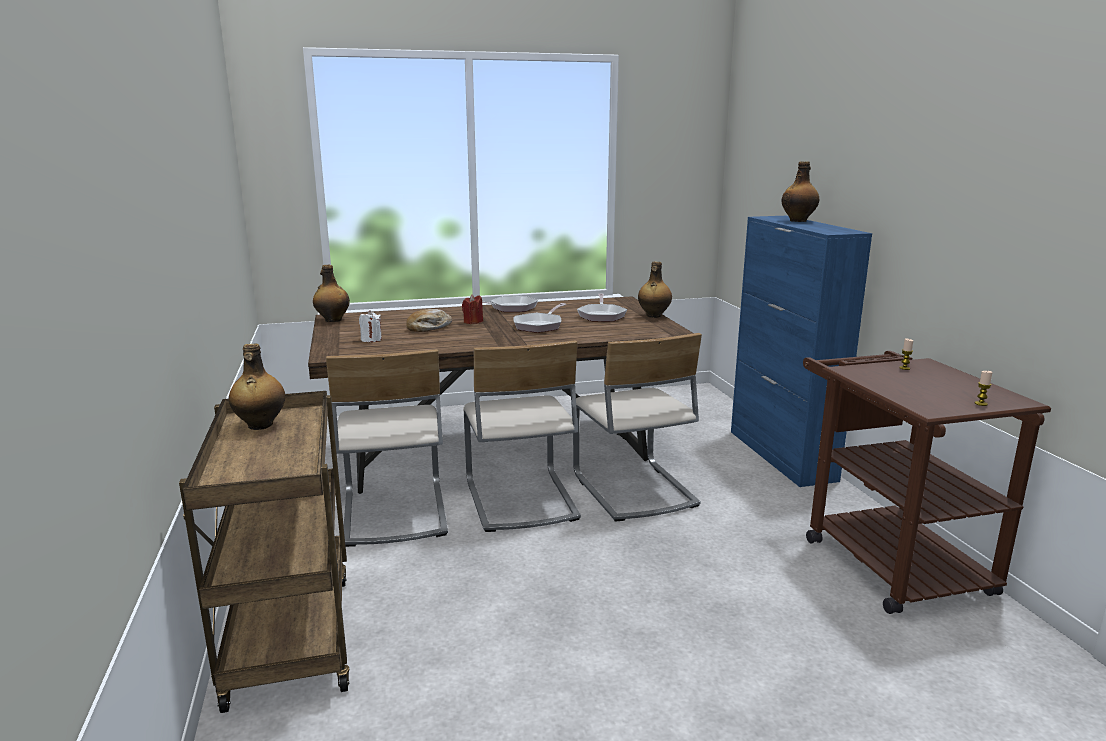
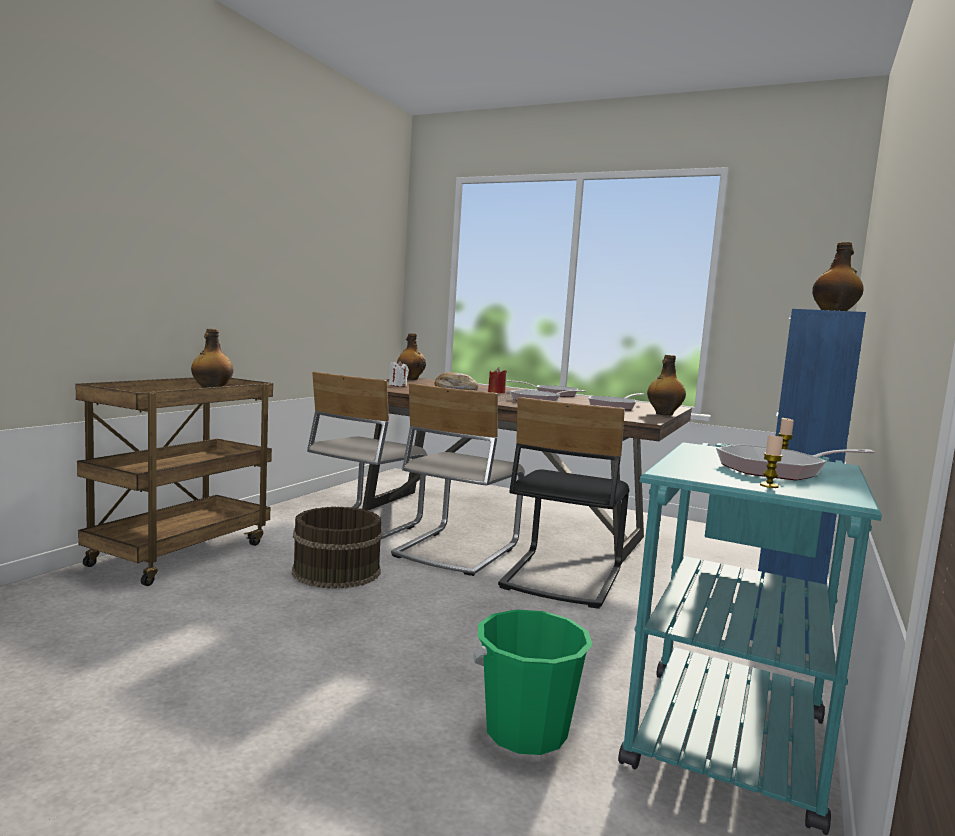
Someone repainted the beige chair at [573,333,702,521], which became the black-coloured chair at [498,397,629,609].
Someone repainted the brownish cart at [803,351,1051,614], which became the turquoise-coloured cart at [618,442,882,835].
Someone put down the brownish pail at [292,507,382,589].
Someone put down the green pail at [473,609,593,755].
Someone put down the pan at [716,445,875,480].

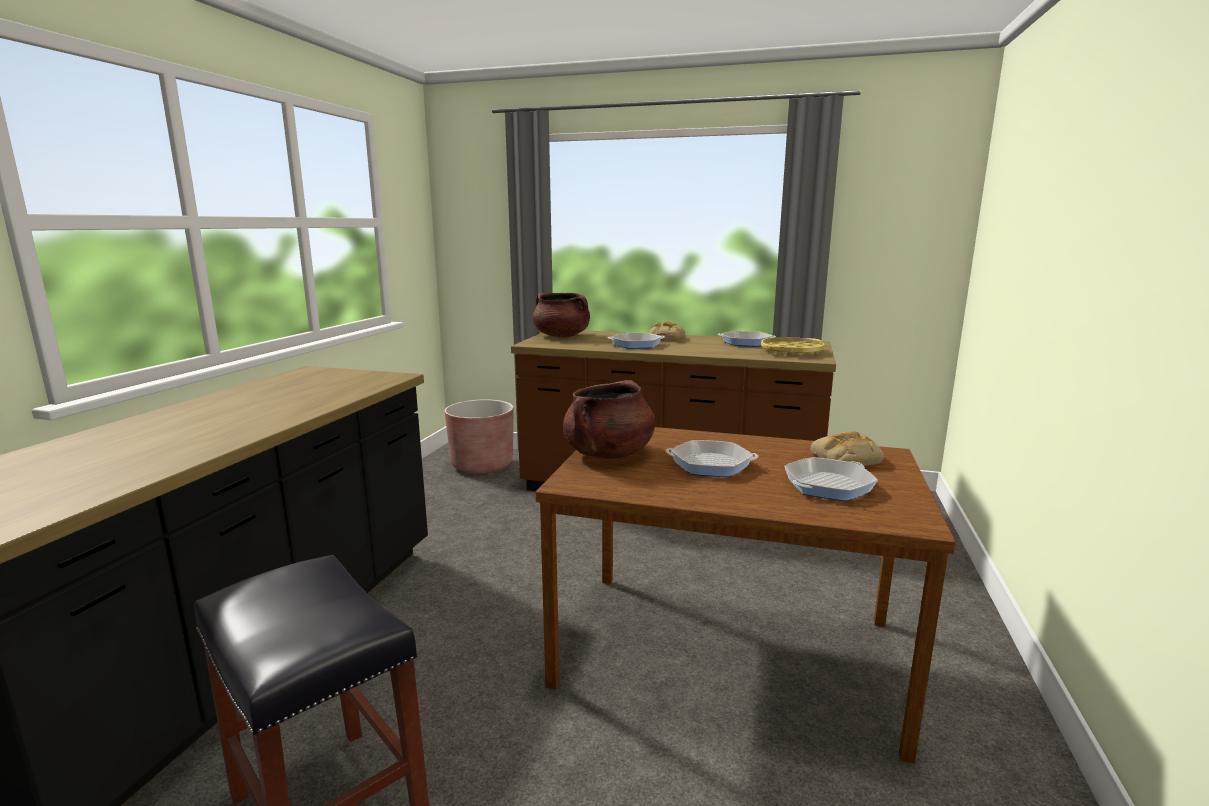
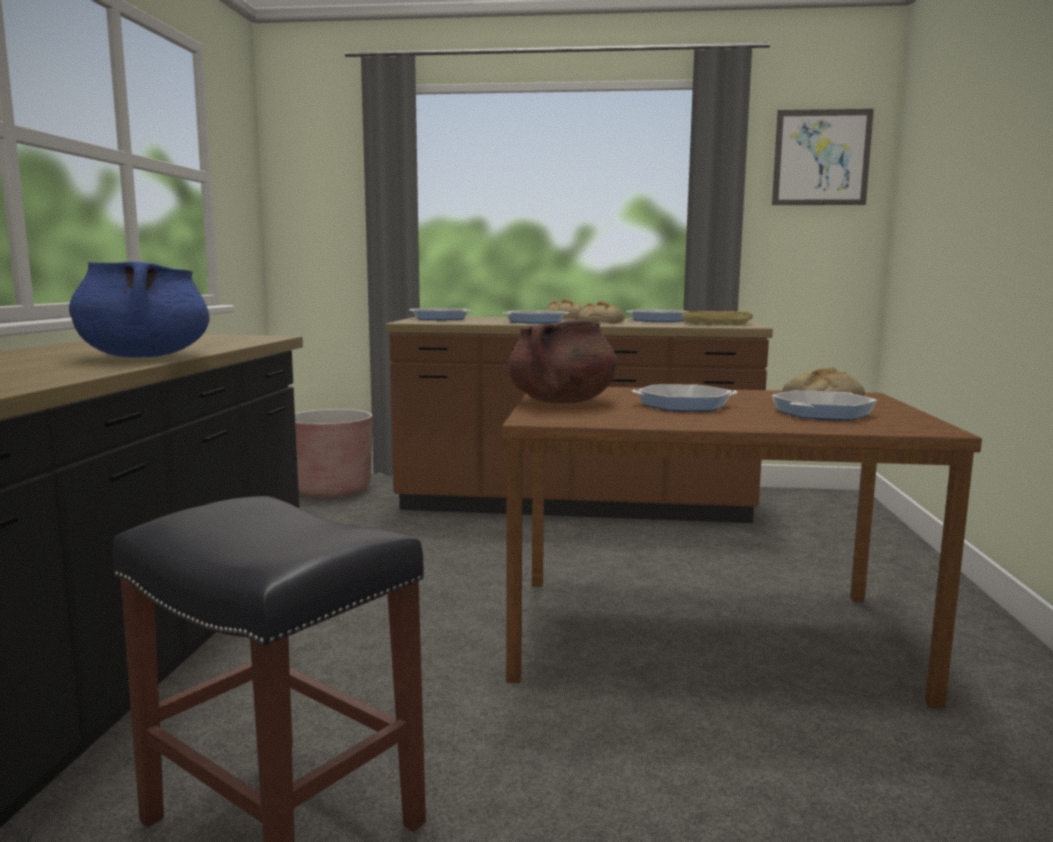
Someone swapped the brownish saucepot at [532,293,590,337] for the pan at [409,308,471,320].
Someone put down the blue-coloured saucepot at [69,262,209,357].
Someone put down the bakery bread at [579,301,625,324].
Someone put up the picture at [772,109,874,205].

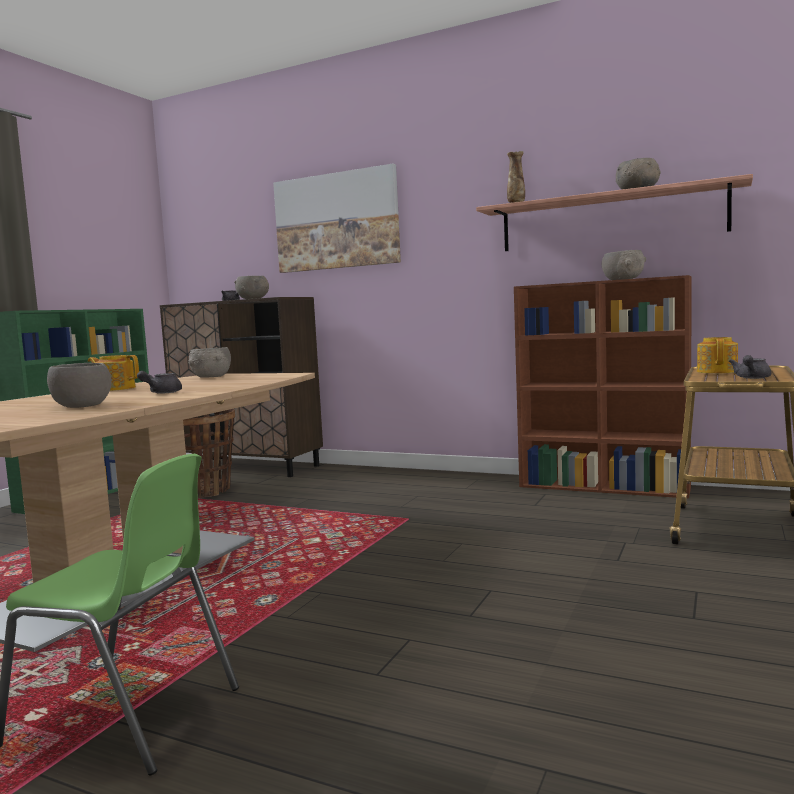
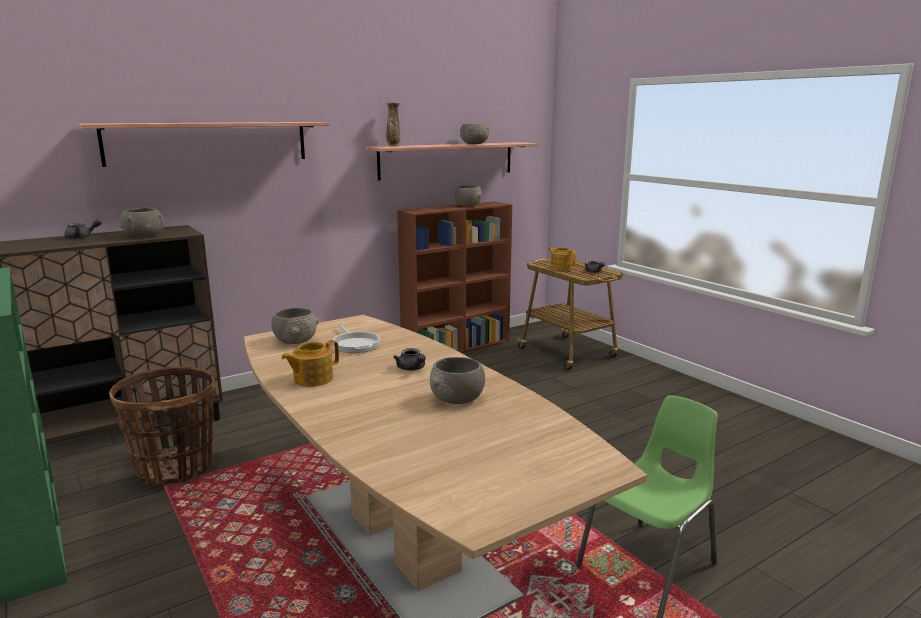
Someone swapped the picture at [273,164,401,273] for the wall shelf at [77,122,330,167].
Someone put down the pan at [332,324,380,353].

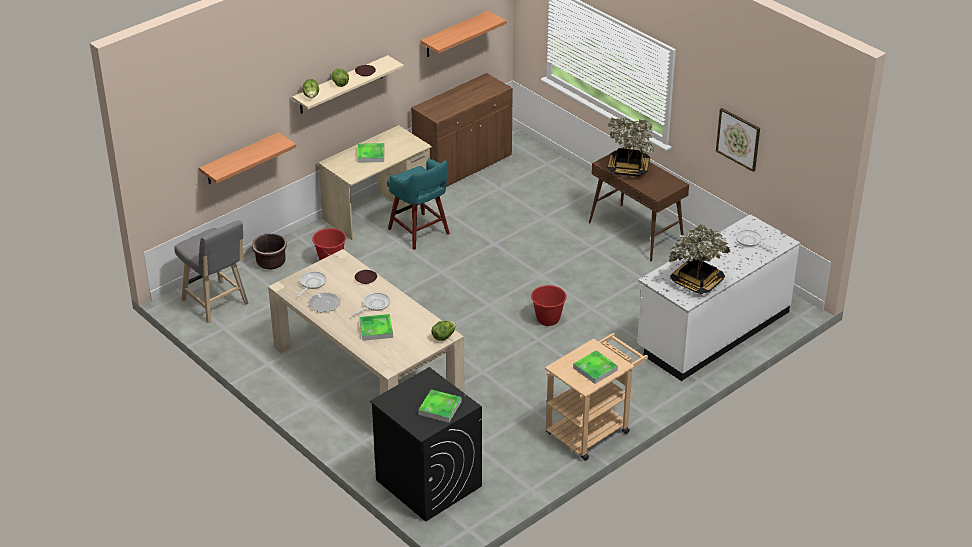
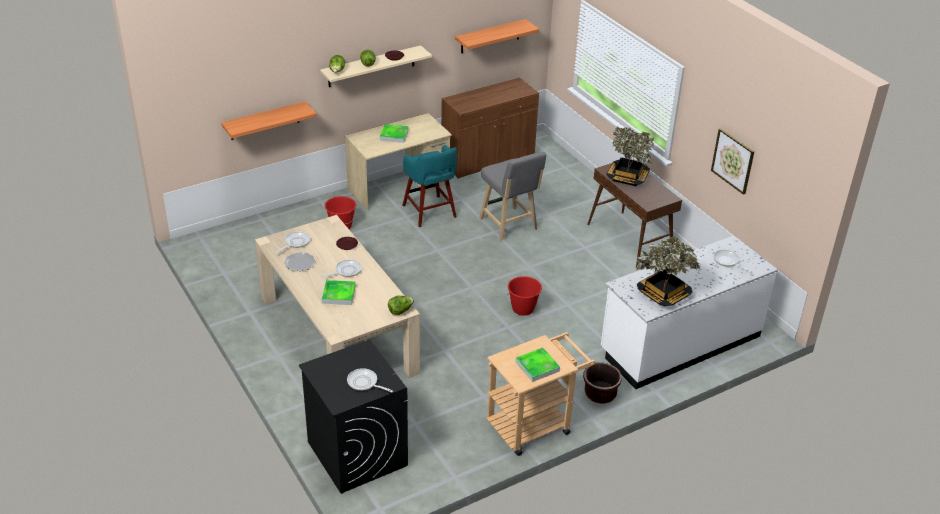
Someone carried the greyish stool seat from [174,220,249,323] to [479,152,546,241].
Someone carried the brownish plant pot from [252,234,287,269] to [583,362,622,404].
Someone swapped the serving tray at [418,389,462,423] for the pan at [347,368,393,392].

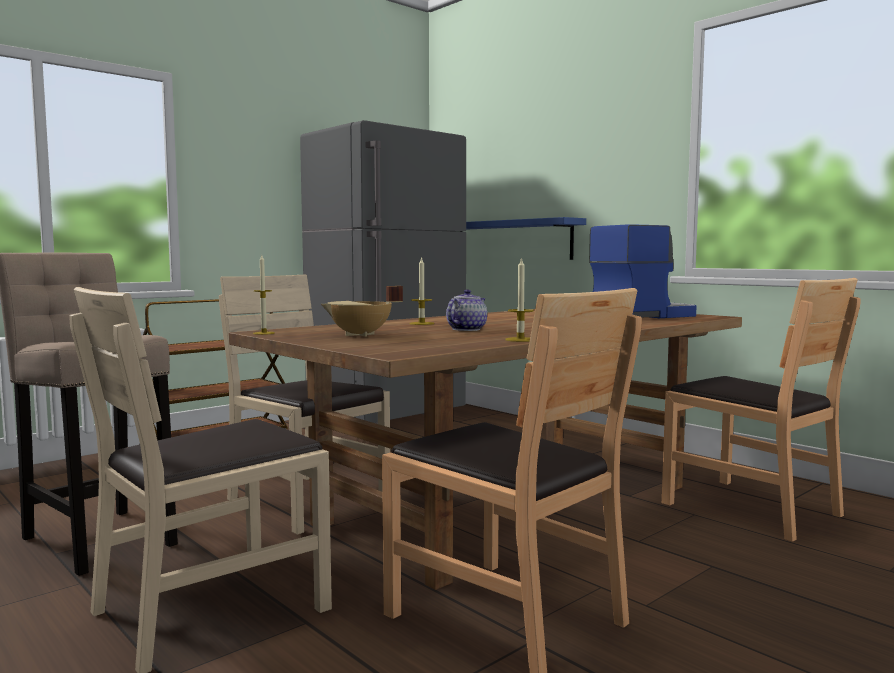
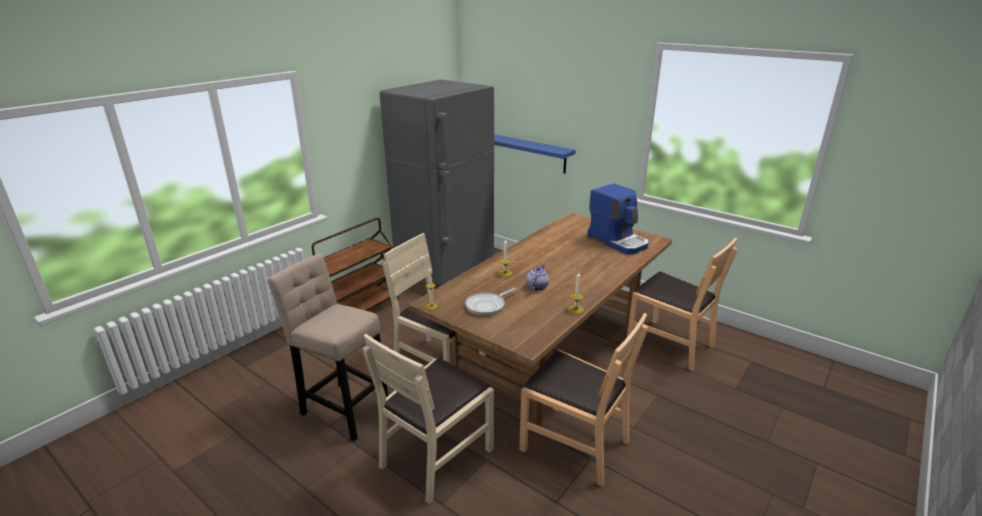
Someone swapped the beige saucepot at [321,286,403,337] for the pan at [465,288,517,316].
Someone rotated the coffee maker at [589,224,696,318] by 90 degrees clockwise.

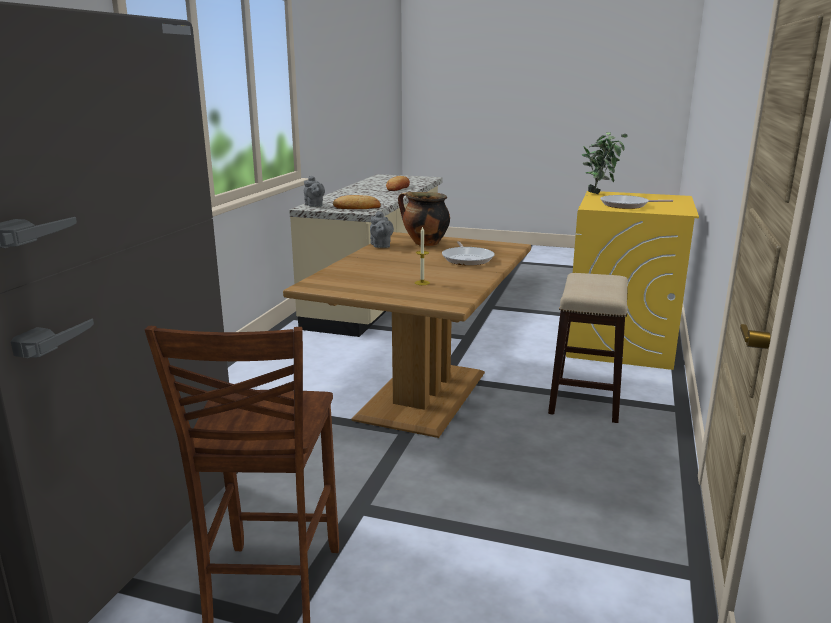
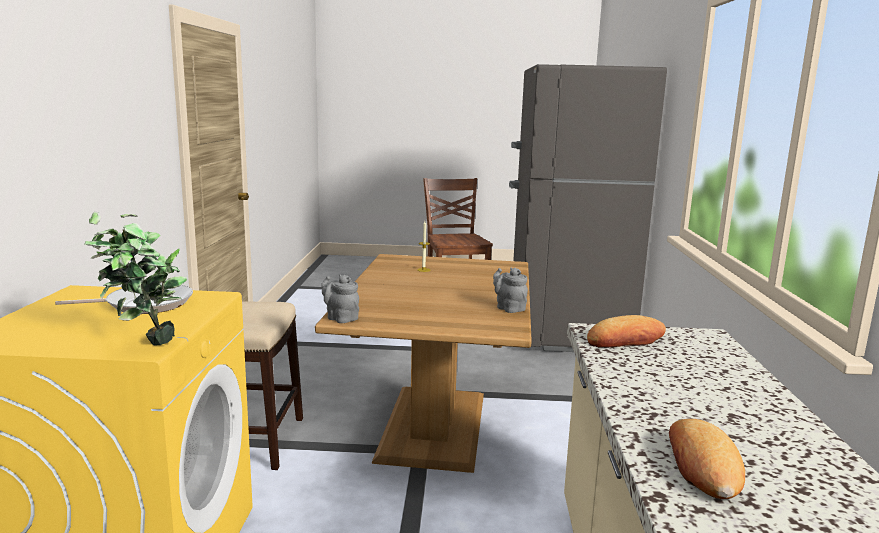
Someone carried the greyish pot for tea from [304,176,325,207] to [321,275,359,323].
Someone took away the saucepot at [398,192,450,246].
Someone took away the pan at [442,241,495,266].

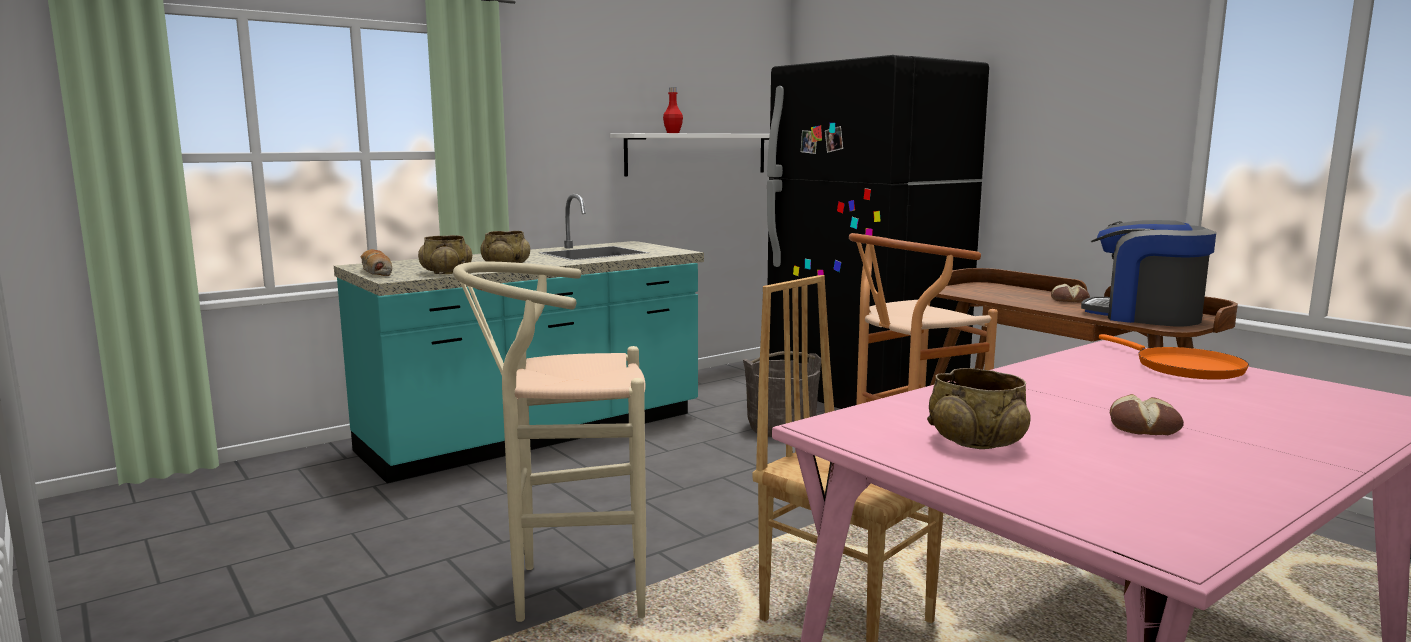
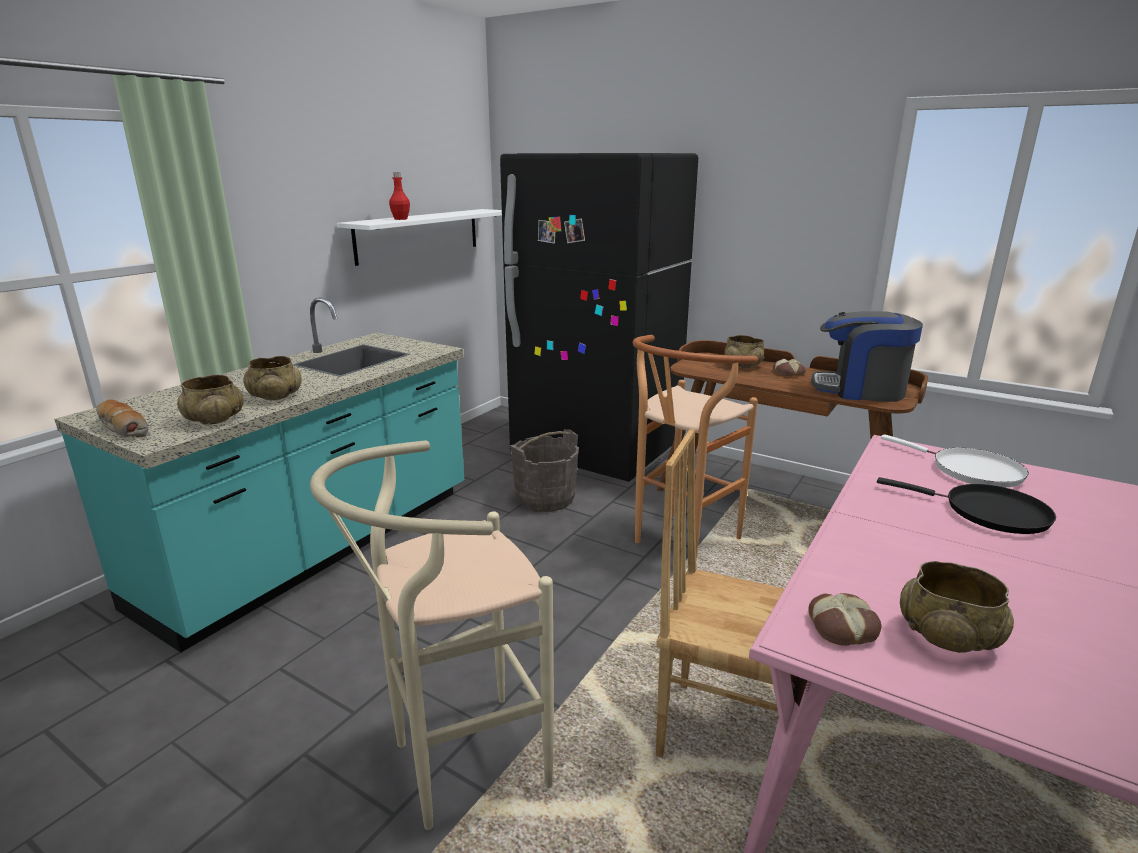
Someone repainted the orange pan at [1099,334,1249,380], which became the white-coloured pan at [881,434,1029,487].
Someone carried the bakery bread from [1110,394,1184,435] to [808,593,881,646].
Someone put down the beige bowl at [724,335,765,368].
Someone put down the black-coloured pan at [877,477,1056,534].

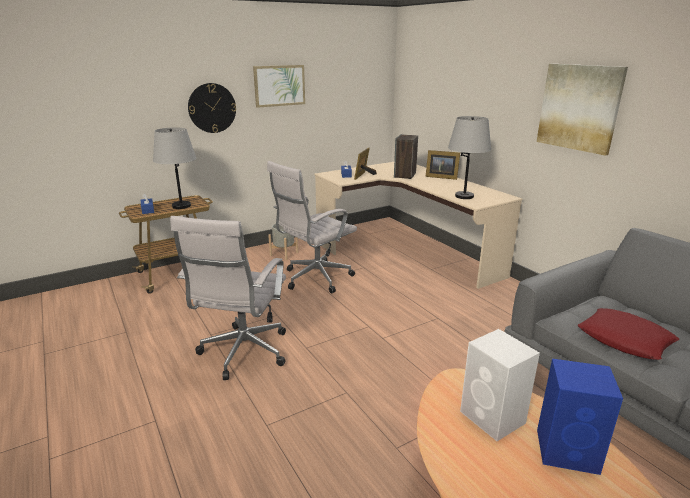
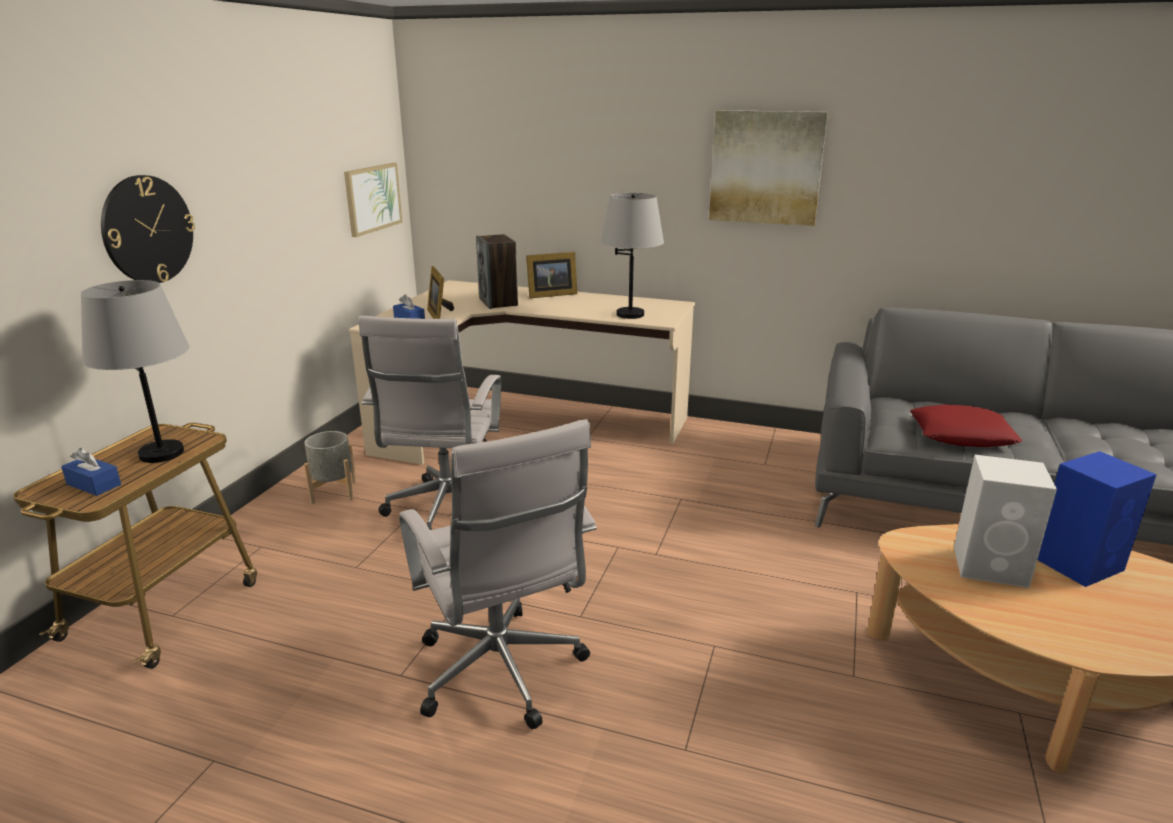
Someone carried the picture from [253,65,305,108] to [344,163,402,237].

